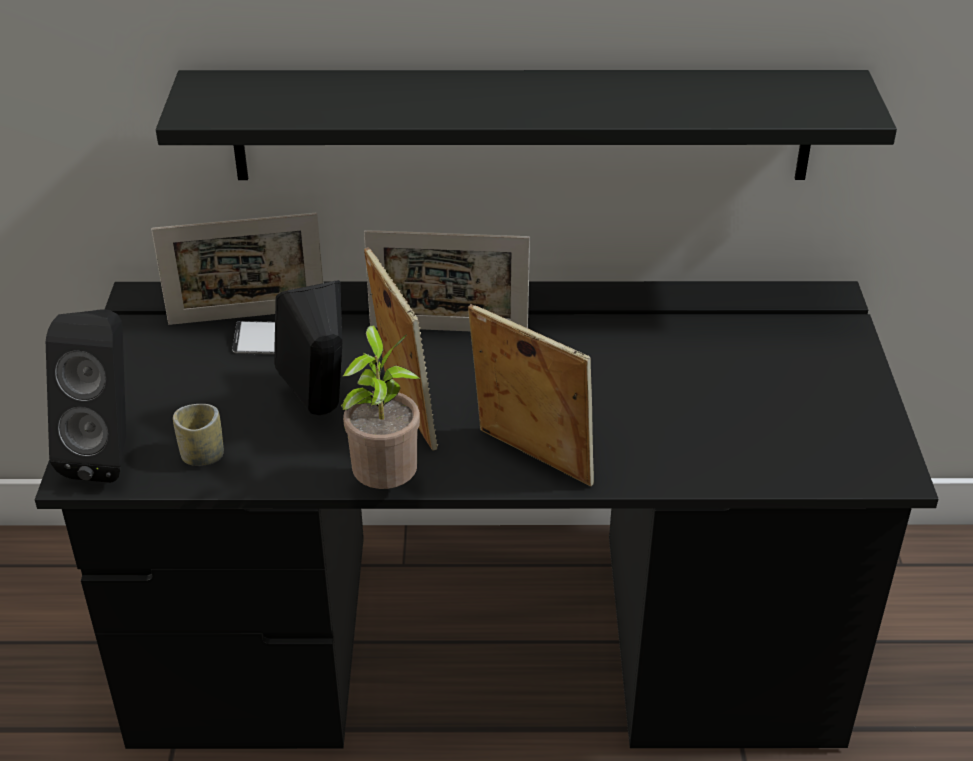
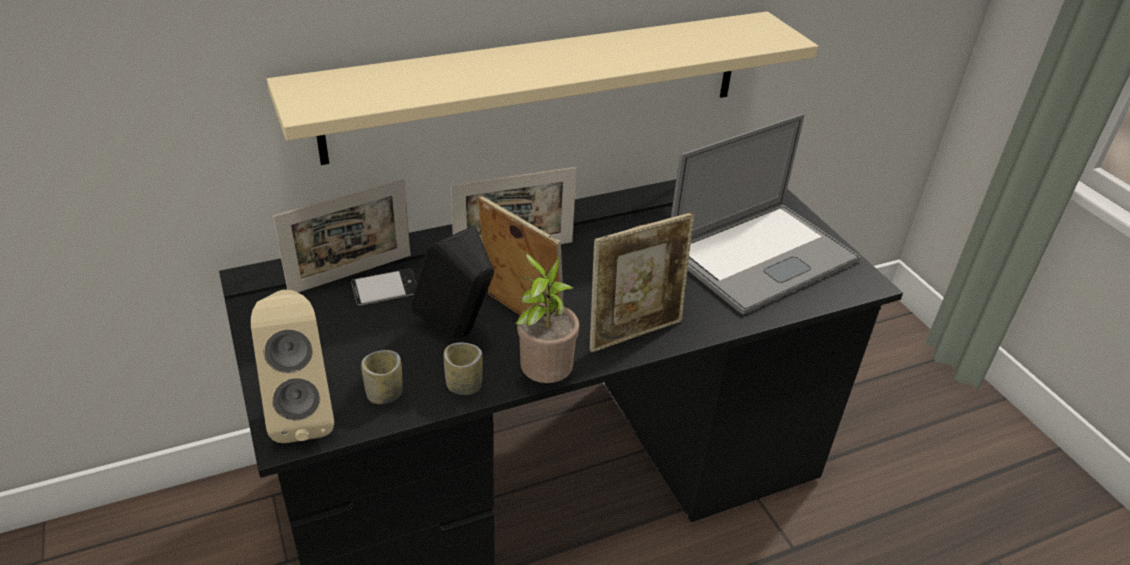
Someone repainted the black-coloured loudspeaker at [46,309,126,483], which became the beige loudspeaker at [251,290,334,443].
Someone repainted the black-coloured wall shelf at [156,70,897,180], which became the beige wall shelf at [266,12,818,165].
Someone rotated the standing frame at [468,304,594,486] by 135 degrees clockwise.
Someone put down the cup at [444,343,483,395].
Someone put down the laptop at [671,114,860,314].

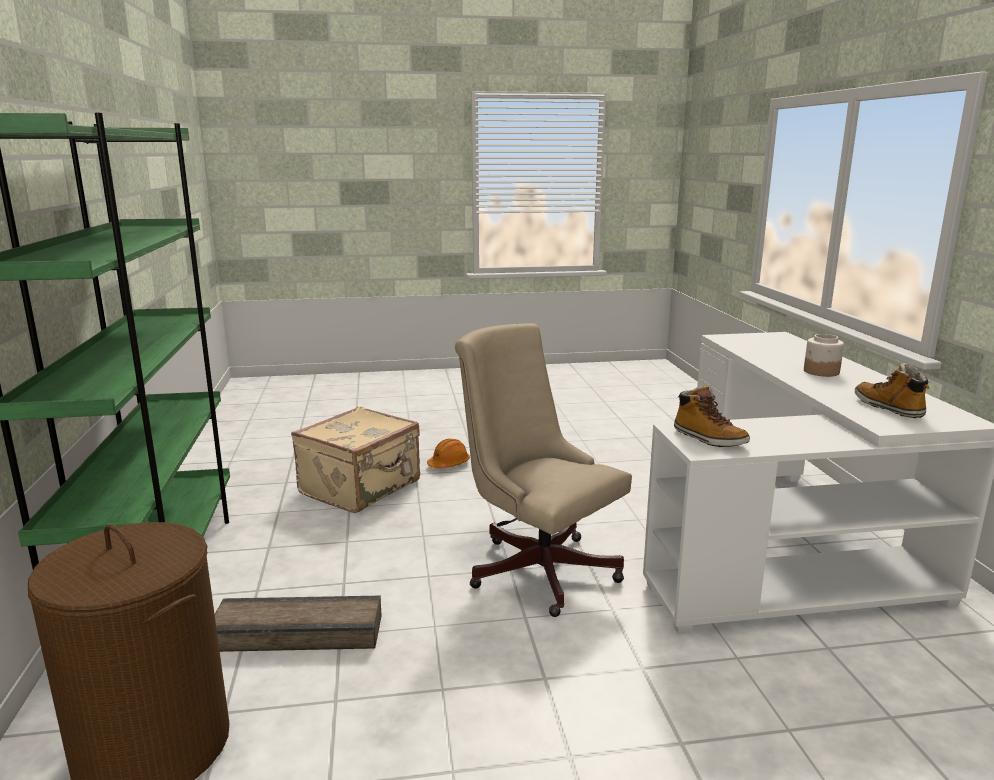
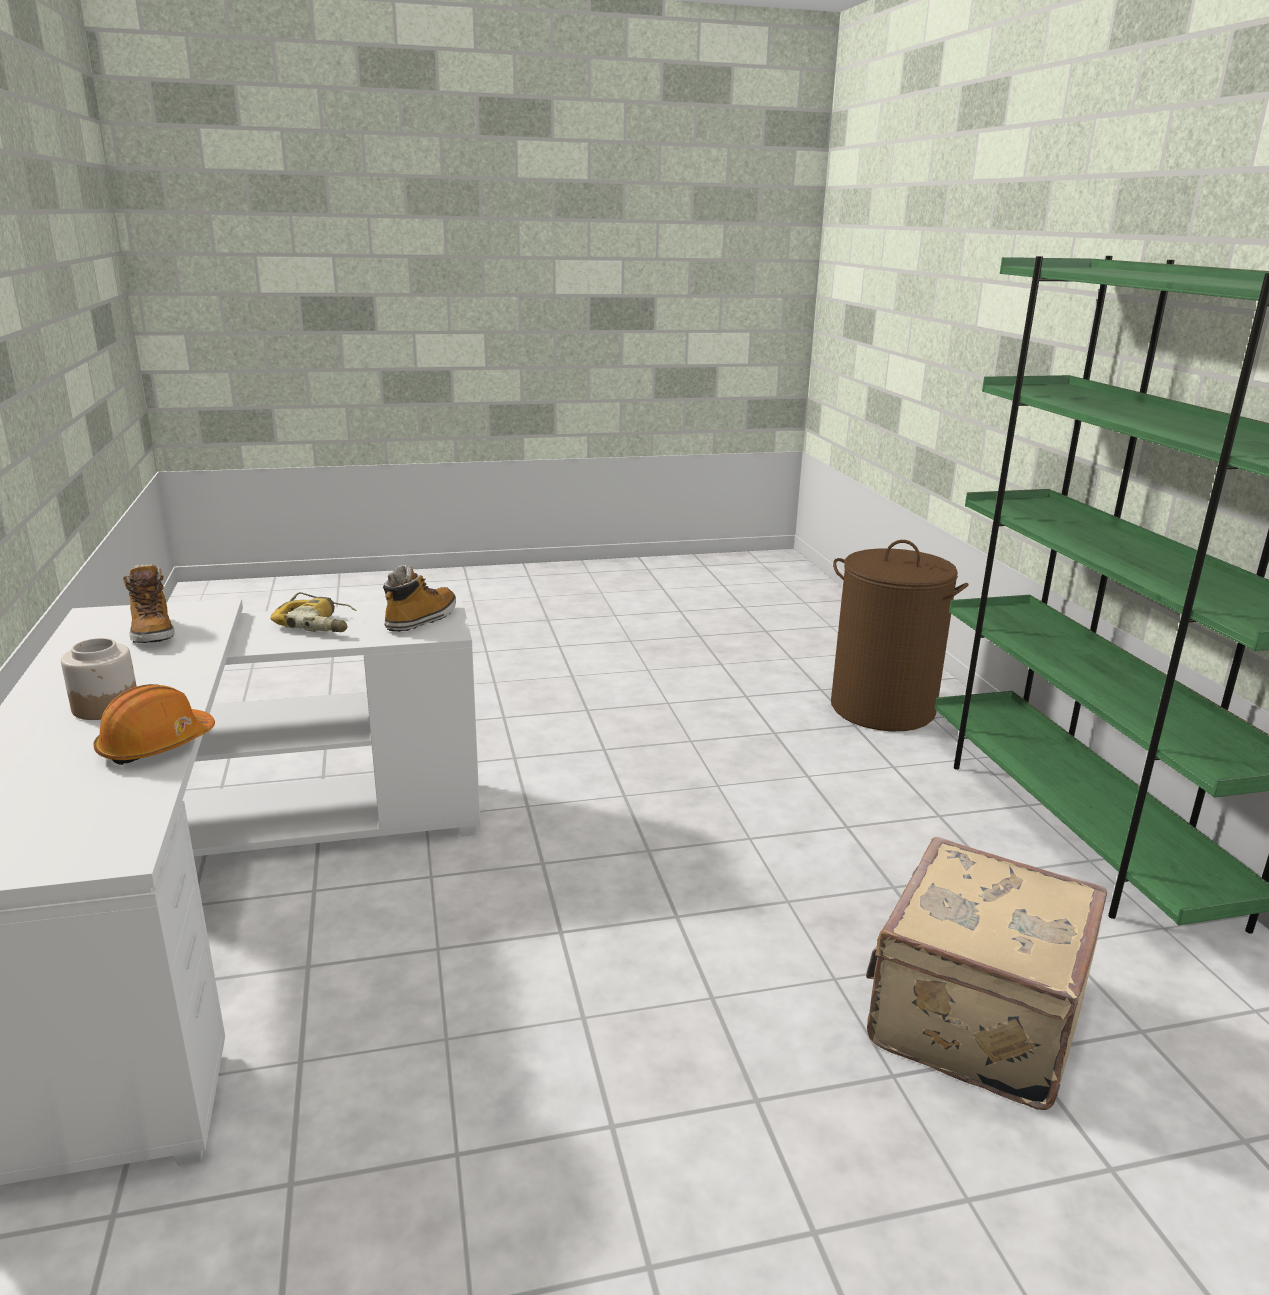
Someone took away the packing crate at [215,596,382,652].
Someone carried the orange safety helmet from [427,439,470,469] to [93,684,215,765].
Someone took away the beige office chair at [455,323,632,617].
Someone rotated the tall boot at [674,385,750,447] by 75 degrees clockwise.
Someone put down the drill at [270,592,356,632].

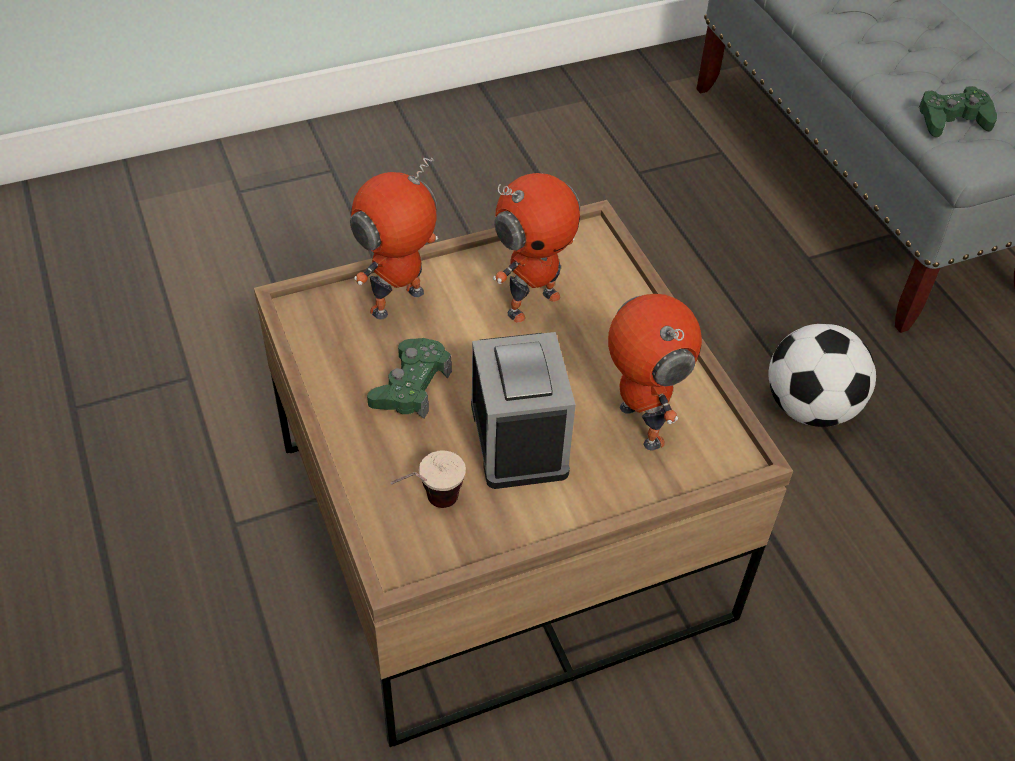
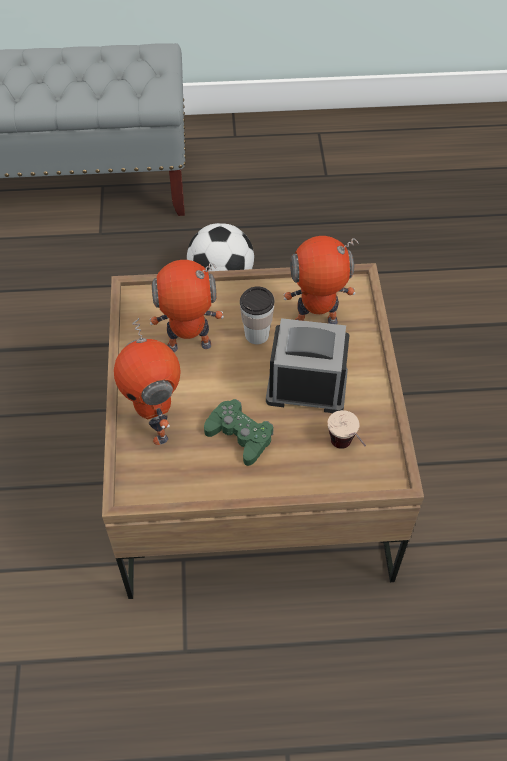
Someone rotated the toy robot at [493,173,580,323] by 75 degrees counterclockwise.
Someone took away the green game controller at [919,86,997,137].
Someone put down the cup at [240,286,274,345].

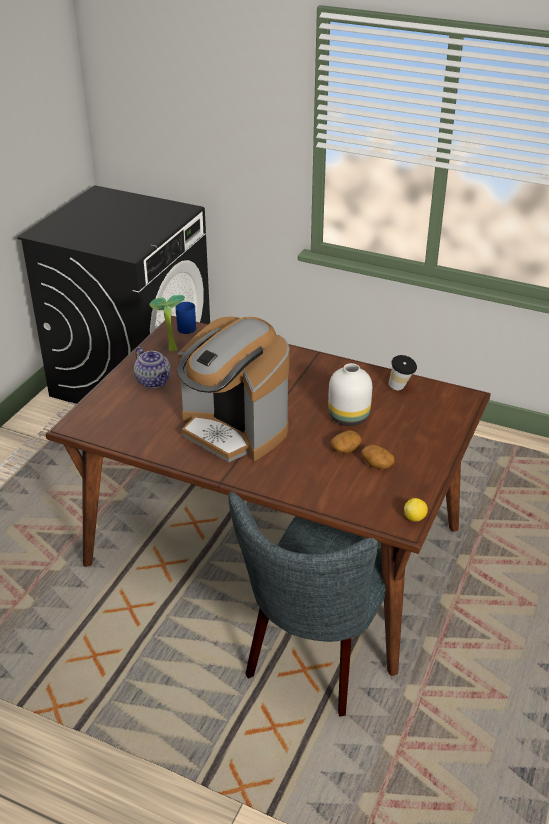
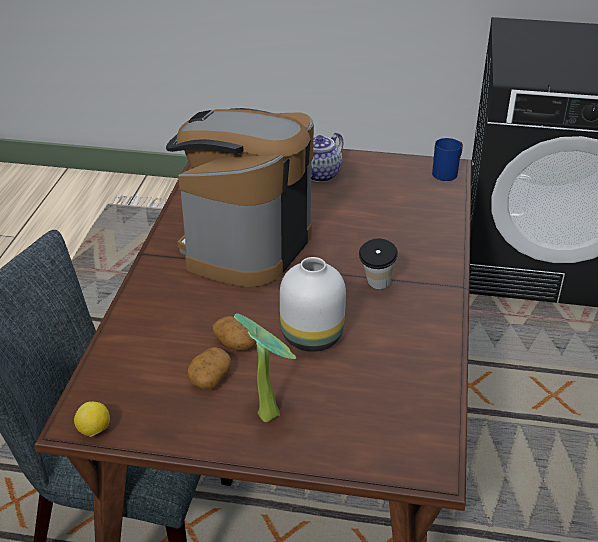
Someone carried the plant in a pot from [149,295,185,351] to [234,314,296,422].
Someone carried the cup from [389,355,417,390] to [359,239,398,289].

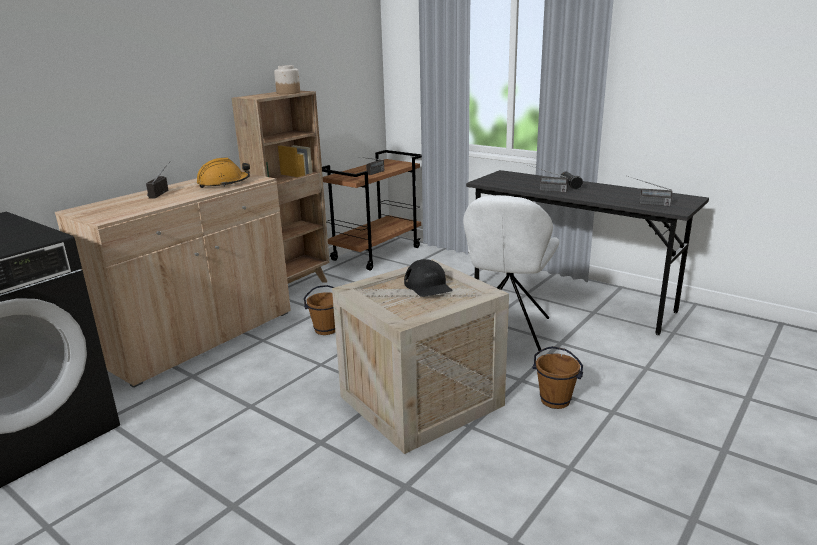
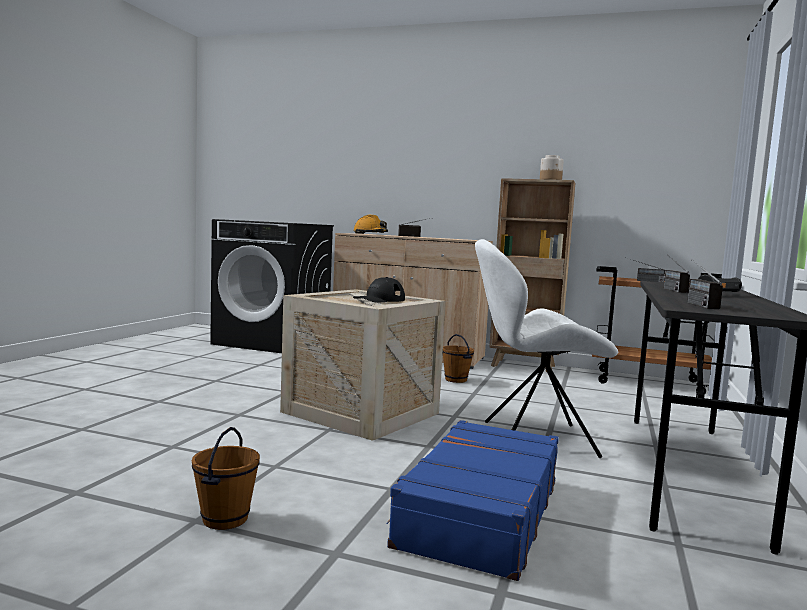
Someone carried the orange safety helmet from [197,157,250,188] to [354,215,388,234].
Someone carried the brownish pail from [533,346,583,409] to [192,427,260,530].
Someone put down the blue-coloured piece of luggage at [386,420,559,581].

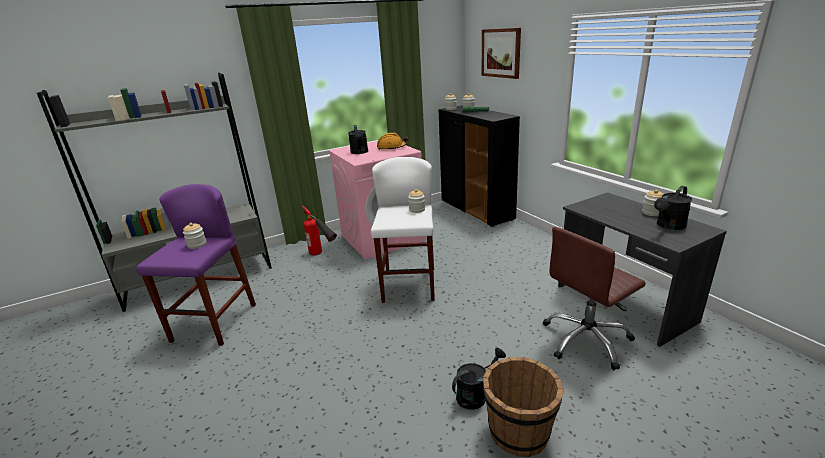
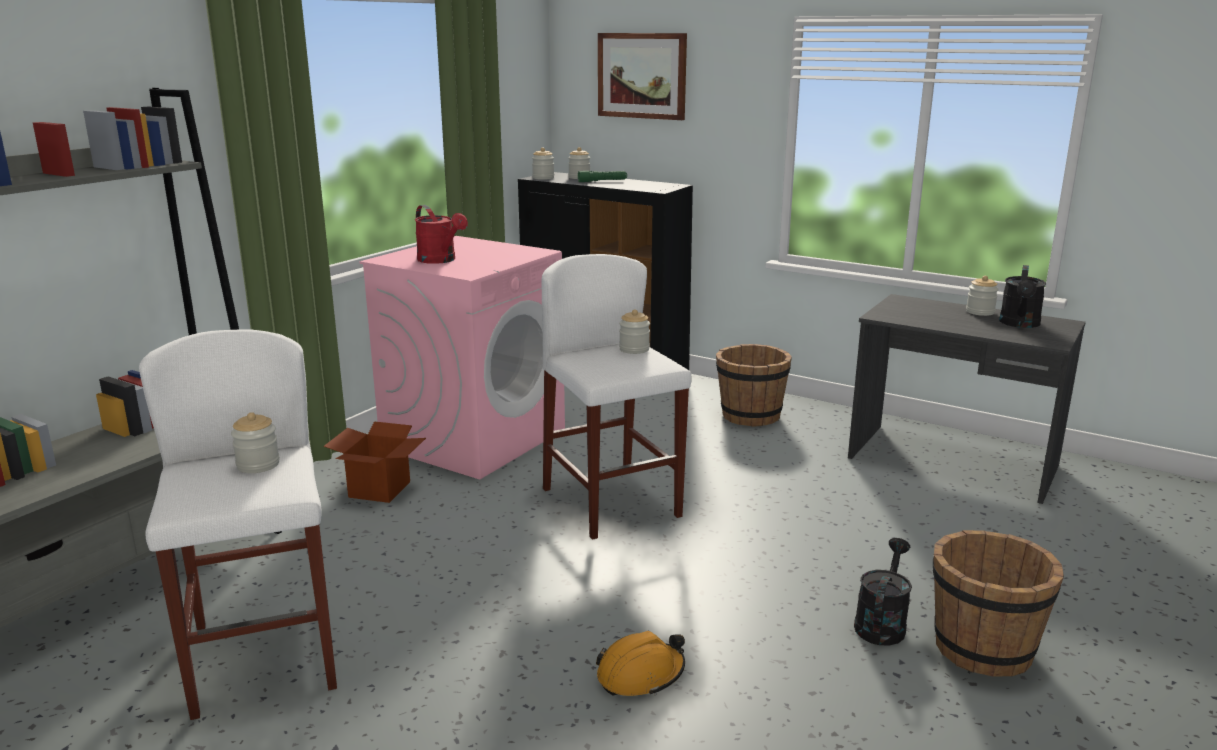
Someone repainted the purple stool seat at [136,184,256,346], which became the white-coloured stool seat at [139,329,337,720].
Someone swapped the extinguisher at [302,205,337,256] for the packing box at [324,421,426,503].
Someone repainted the black-coloured watering pot at [348,125,368,154], which became the red-coloured watering pot at [415,205,468,264].
Someone carried the orange safety helmet from [377,133,408,150] to [596,631,685,696].
Someone took away the brownish office chair at [543,227,646,370].
Someone put down the brownish pail at [716,344,792,427].

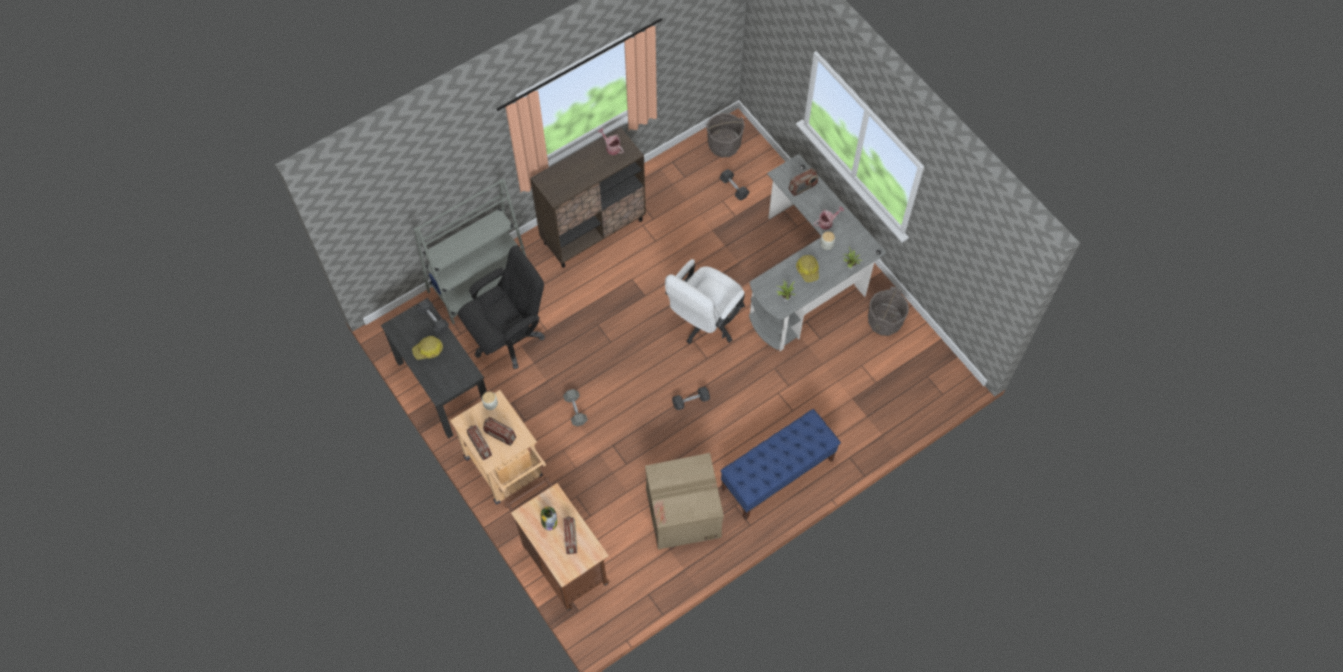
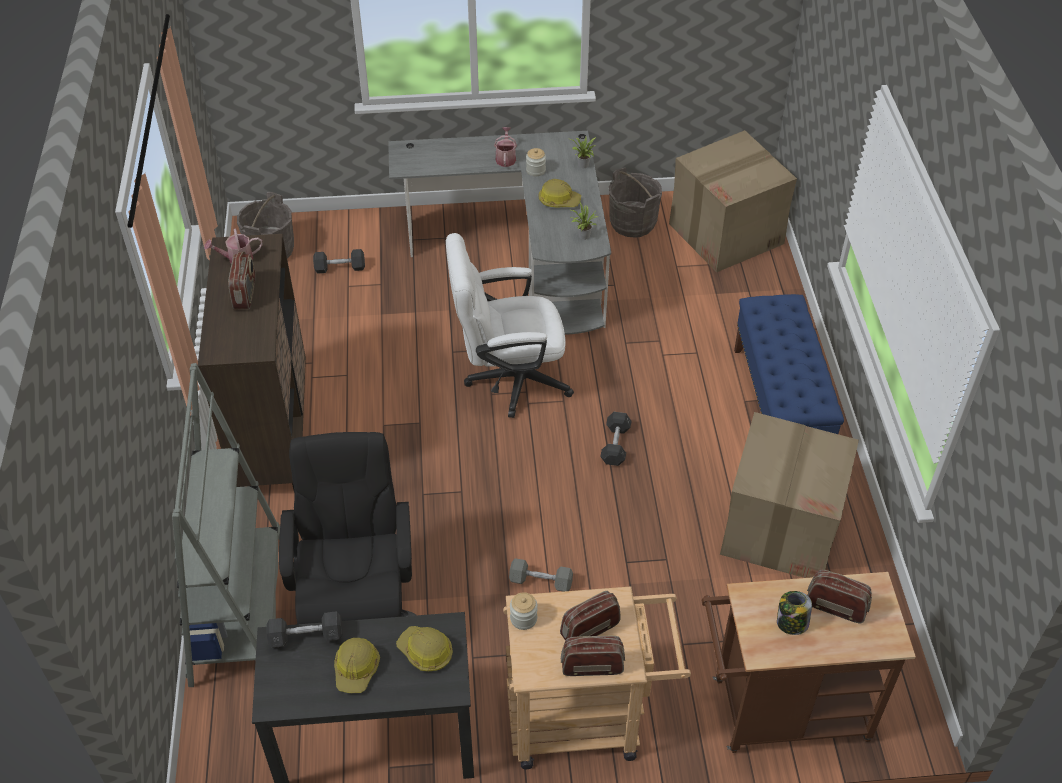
Someone rotated the white-coloured office chair at [665,259,745,344] by 105 degrees clockwise.
Someone carried the radio set from [789,168,818,196] to [228,251,256,309].
Someone put down the safety helmet at [396,626,453,672].
Someone put down the packing box at [669,130,797,272].

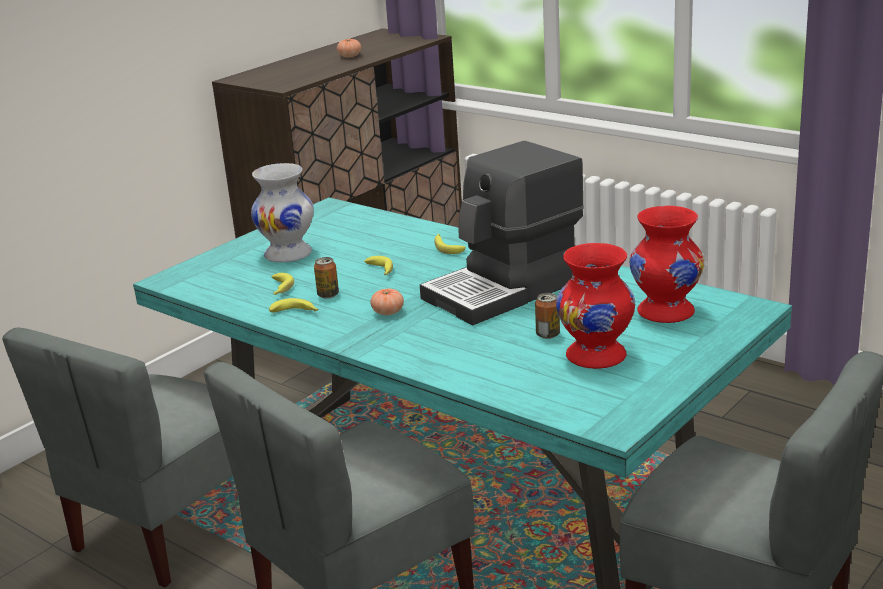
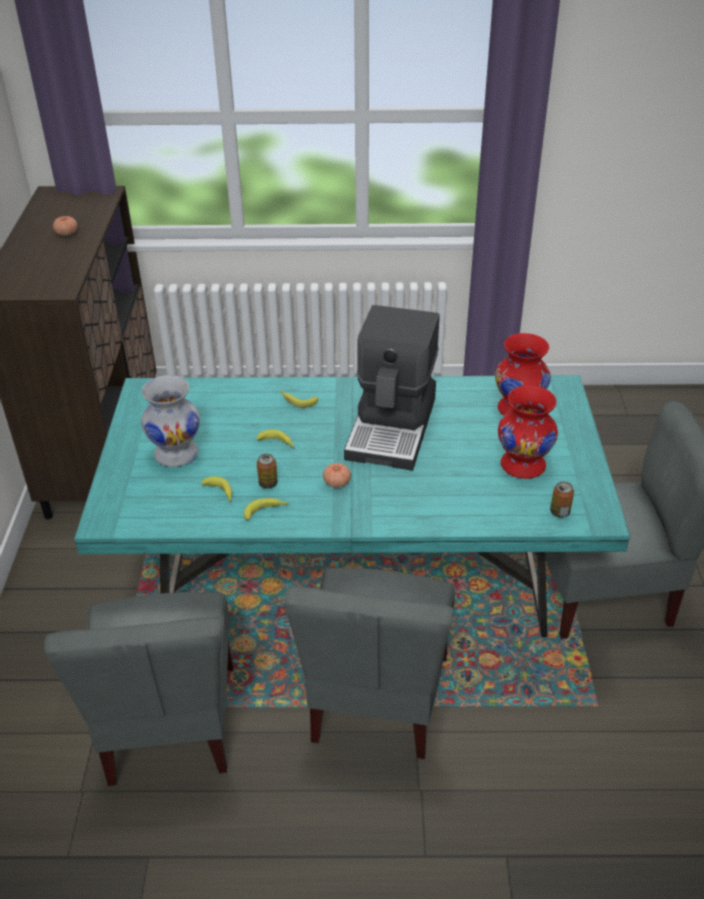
Someone carried the sealed can from [535,293,560,339] to [550,481,574,518].

